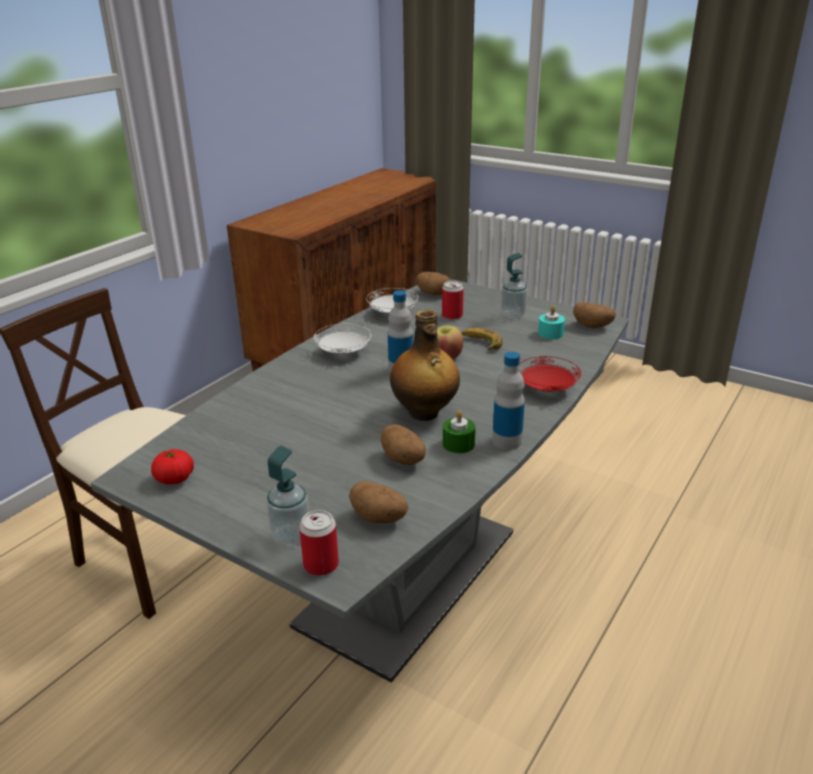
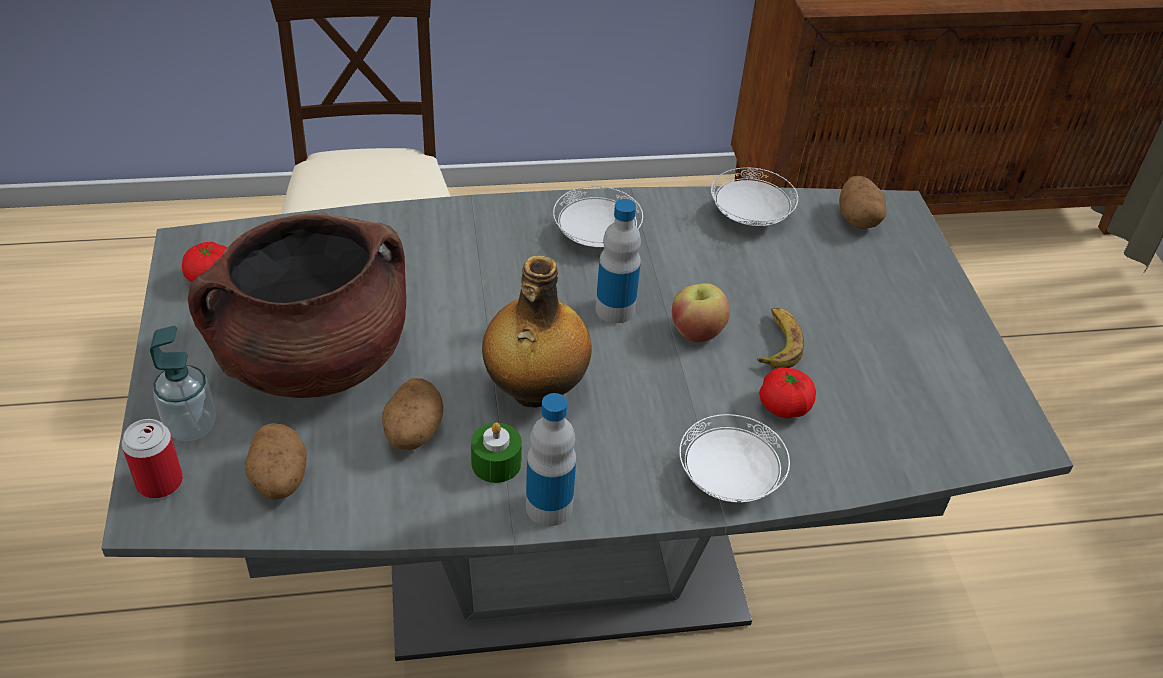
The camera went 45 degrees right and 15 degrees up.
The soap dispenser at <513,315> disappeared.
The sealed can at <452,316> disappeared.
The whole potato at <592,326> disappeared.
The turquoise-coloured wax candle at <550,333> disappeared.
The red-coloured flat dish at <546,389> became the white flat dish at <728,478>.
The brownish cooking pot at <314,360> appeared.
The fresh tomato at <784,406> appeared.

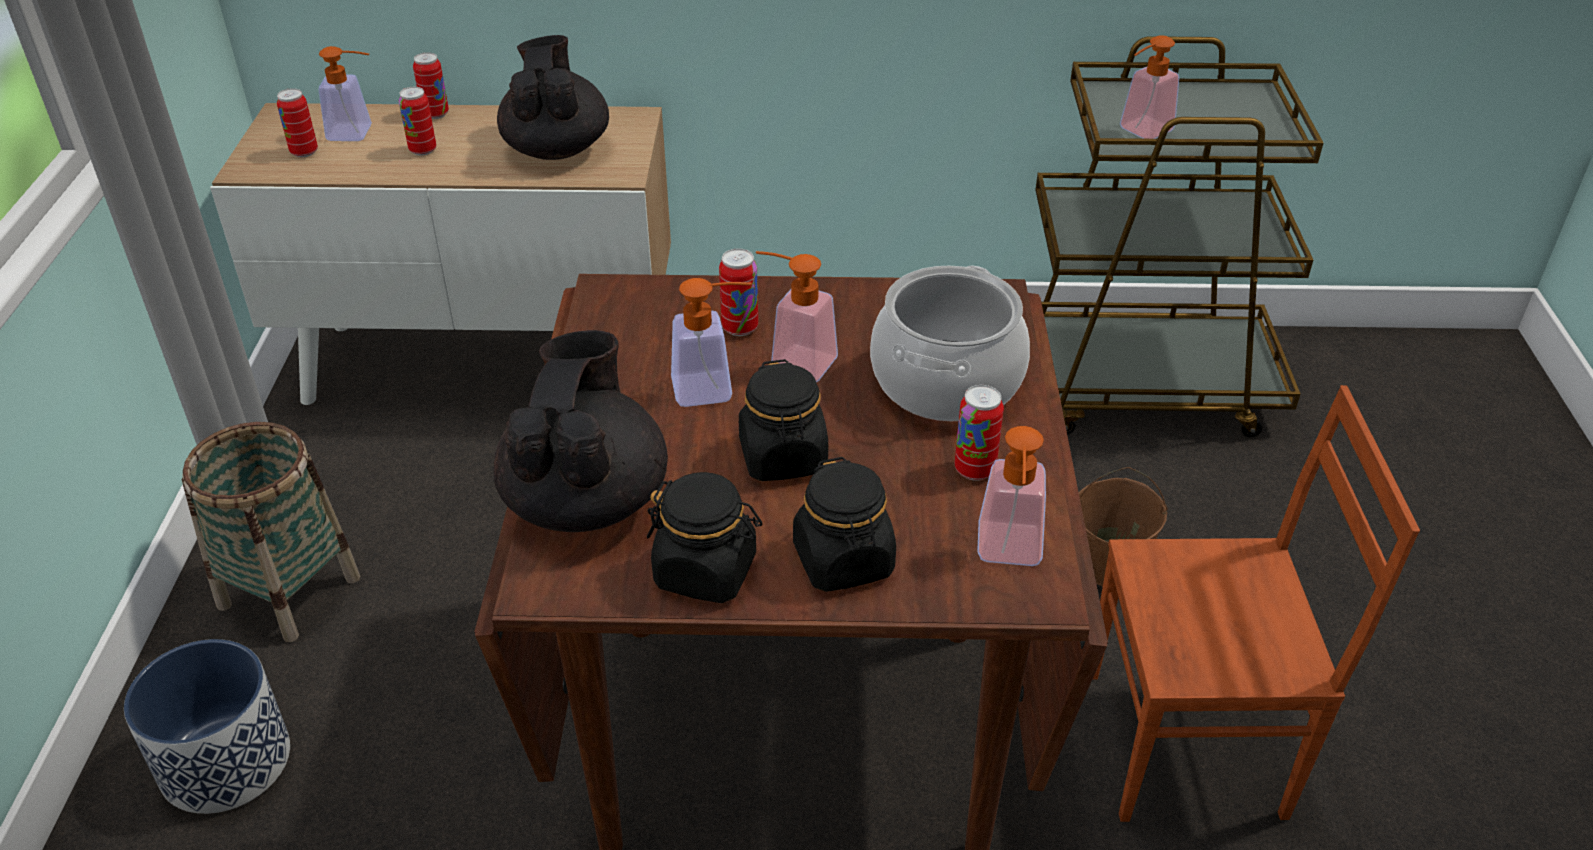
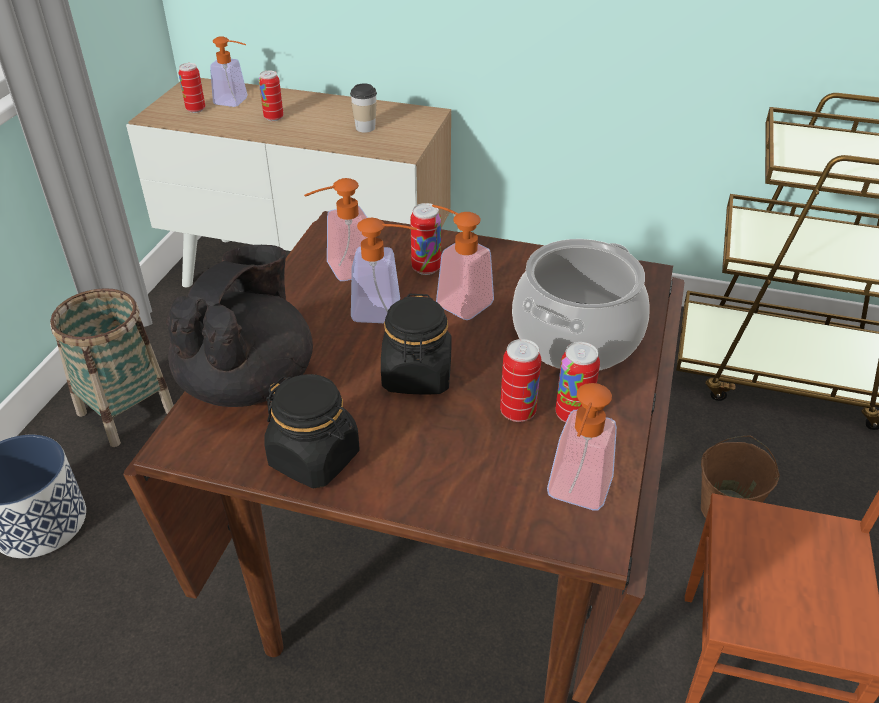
The camera went 15 degrees right and 0 degrees up.
The black tea pot at <557,148> was replaced by the cup at <365,128>.
The soap dispenser moved from <1140,132> to <343,270>.
The sealed can moved from <435,114> to <517,412>.
The black storage jar at <843,561> disappeared.

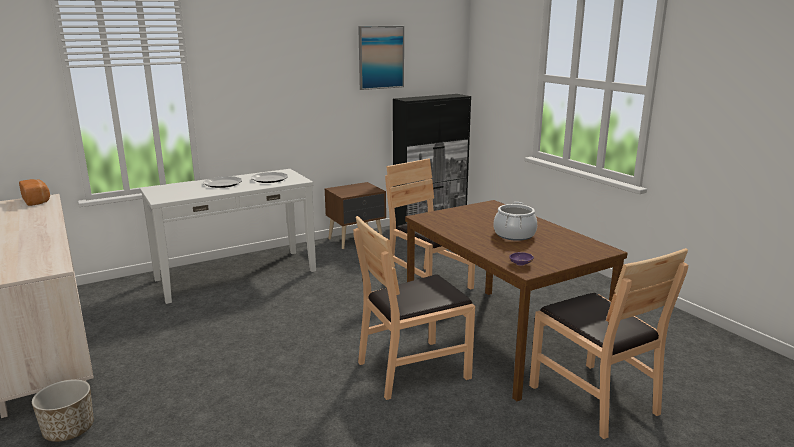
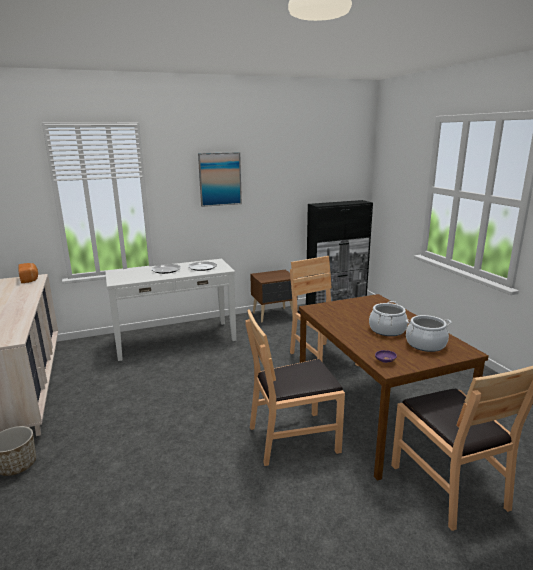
The camera went 10 degrees right and 0 degrees up.
The wall art moved from <381,57> to <220,179>.
The cooking pot at <425,344> appeared.

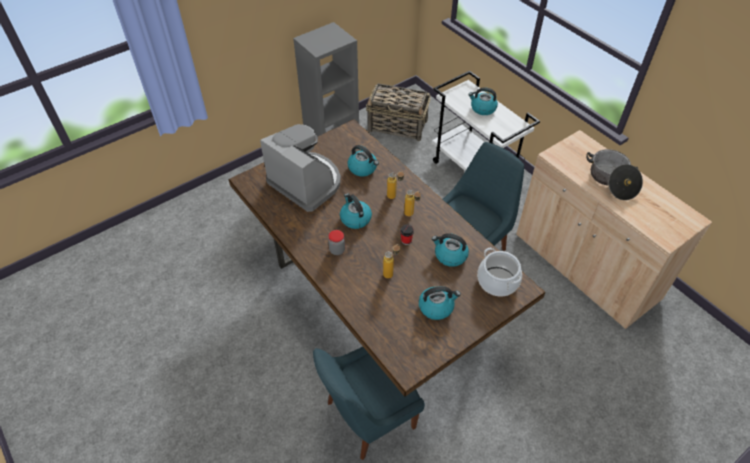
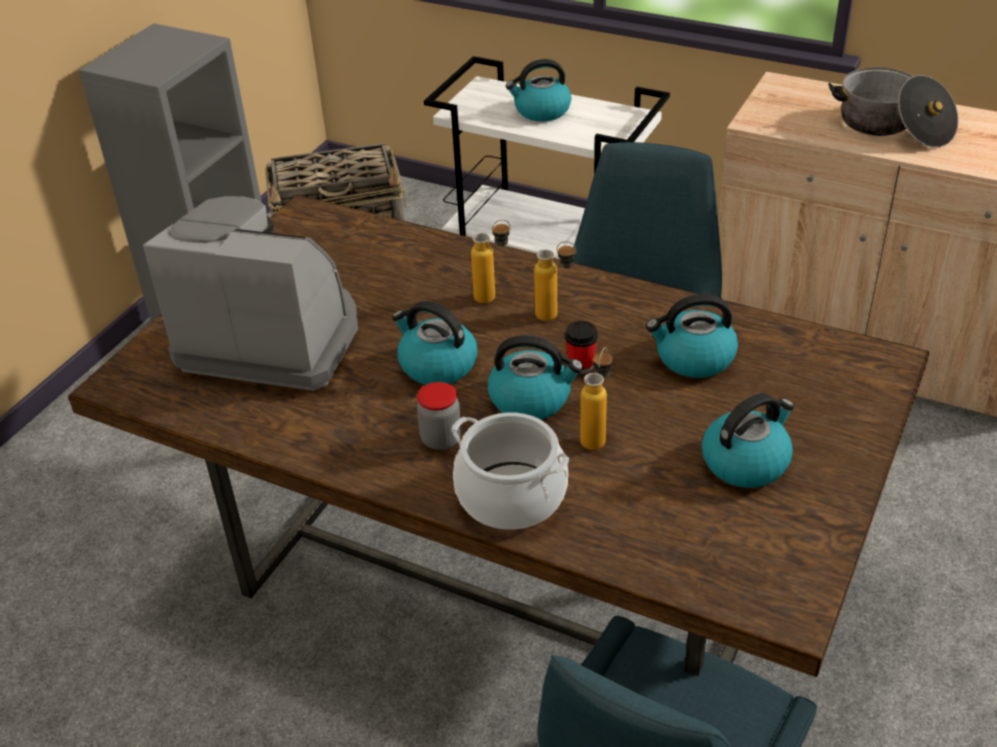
The camera went 25 degrees left and 10 degrees down.
The kettle moved from <363,168> to <531,399>.
The cooking pot moved from <497,281> to <511,496>.

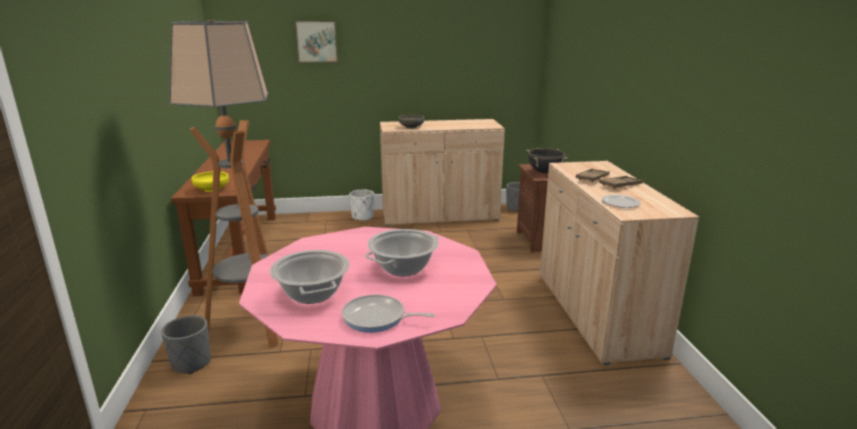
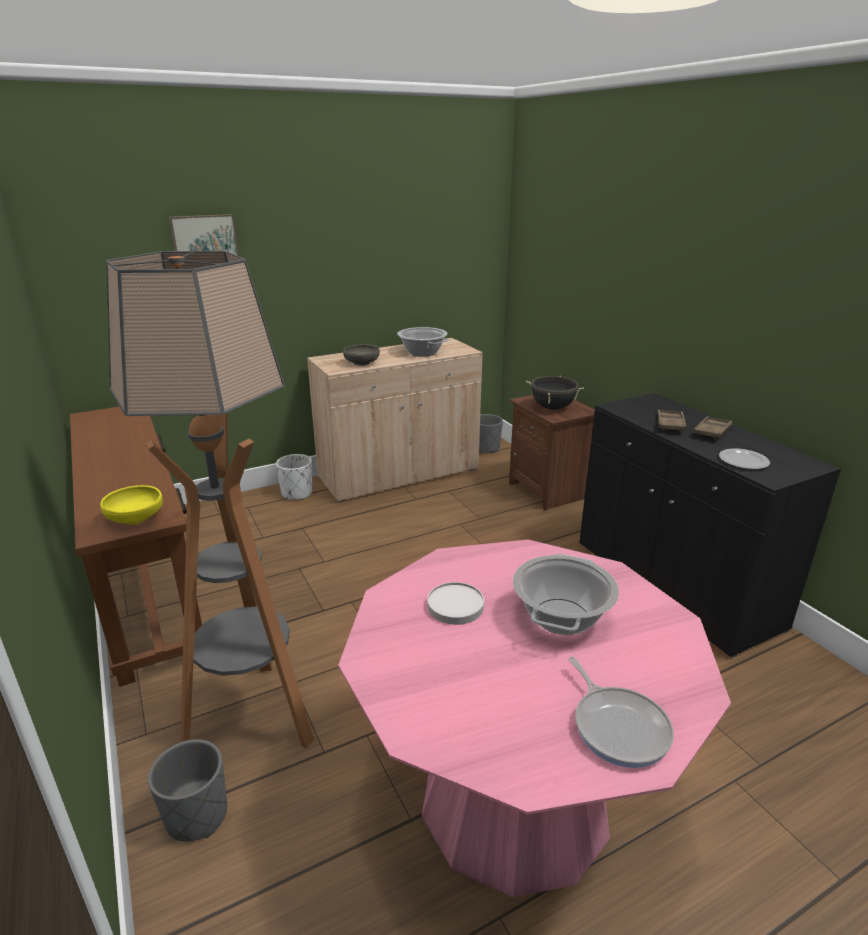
The camera went 20 degrees left and 5 degrees up.
The beige cabinet at <596,313> became the black cabinet at <673,584>.
The cooking pot moved from <313,293> to <422,352>.
The pan at <377,318> turned 105 degrees counterclockwise.
The white flat dish at <455,606> appeared.

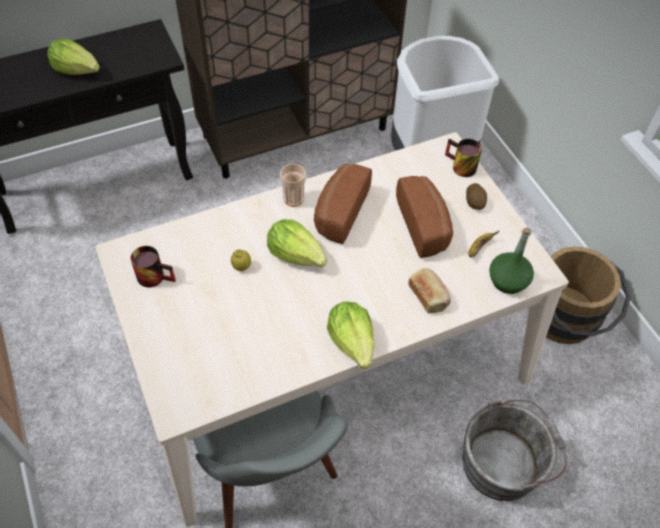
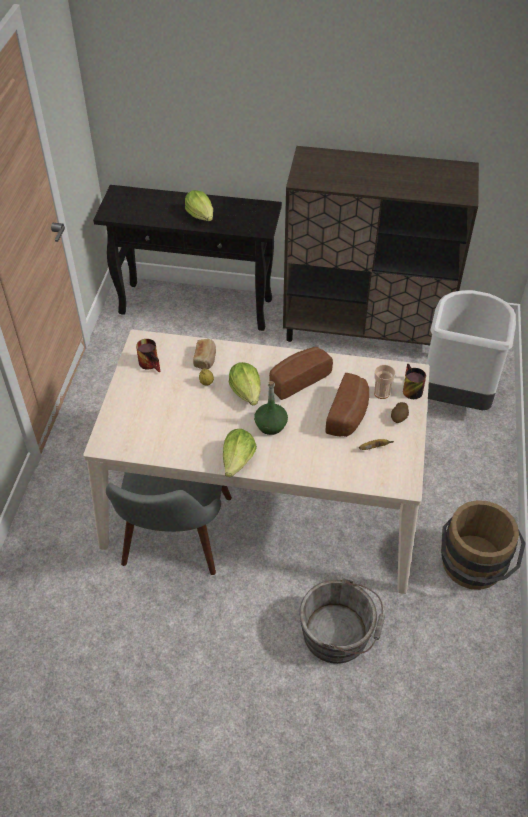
The camera went 35 degrees right and 5 degrees down.
The cup moved from <293,199> to <381,393>.
The green-coloured bottle moved from <507,280> to <270,425>.
The baked bread moved from <429,296> to <205,359>.

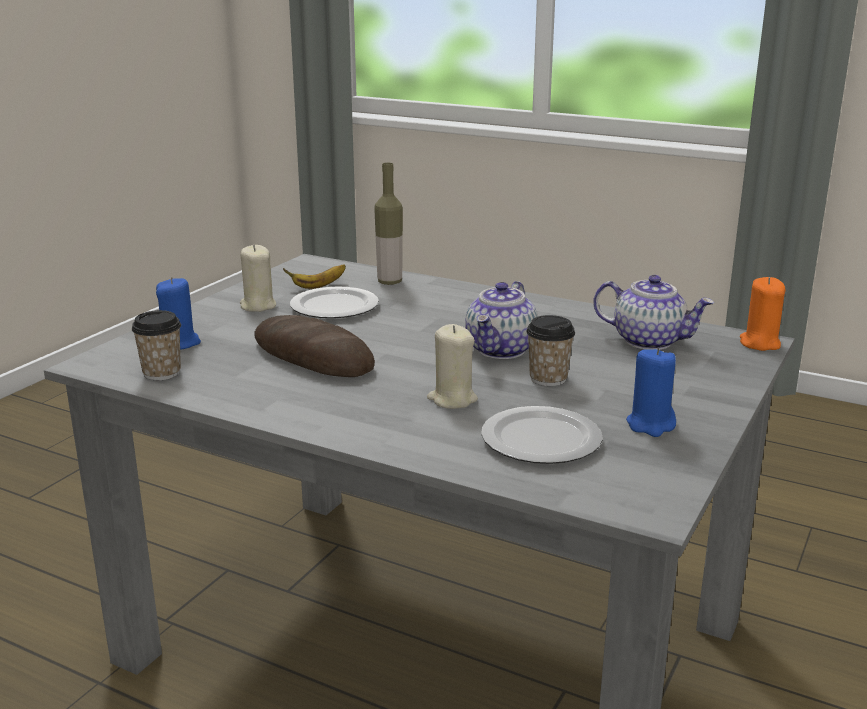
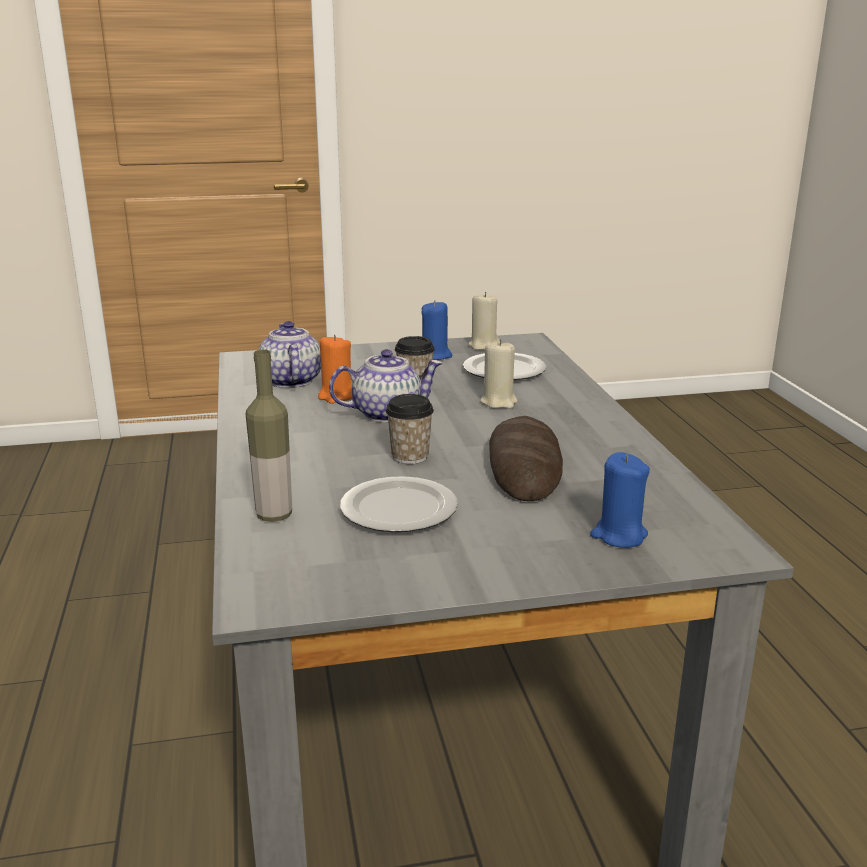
The camera went 130 degrees left and 0 degrees up.
The beige wax candle moved from <258,306> to <484,346>.
The banana at <318,286> disappeared.
The orange wax candle moved from <759,343> to <337,396>.
The cup moved from <162,373> to <410,456>.

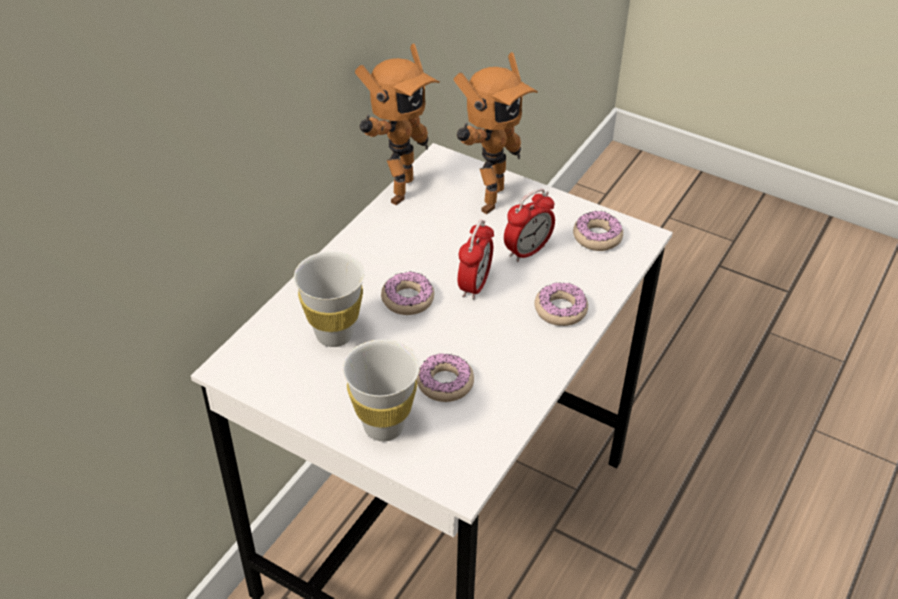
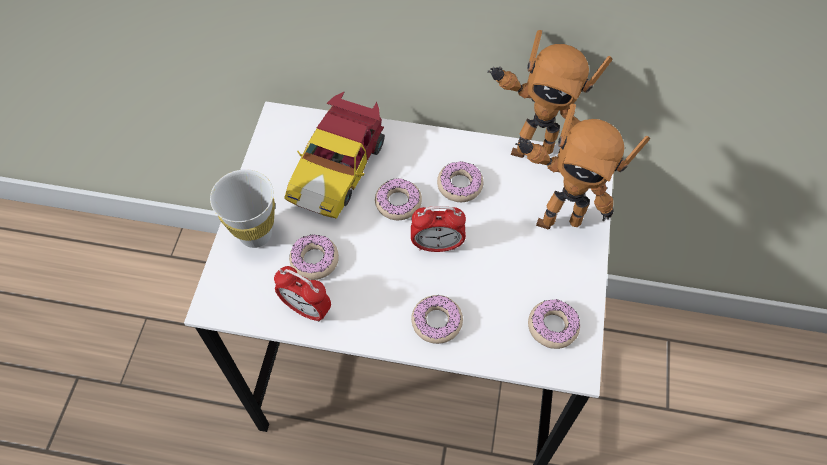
The camera went 70 degrees right and 15 degrees up.
The bedside clock moved from <527,251> to <306,309>.
The white cup at <334,334> was replaced by the model car at <338,168>.
The ring doughnut at <460,185> appeared.

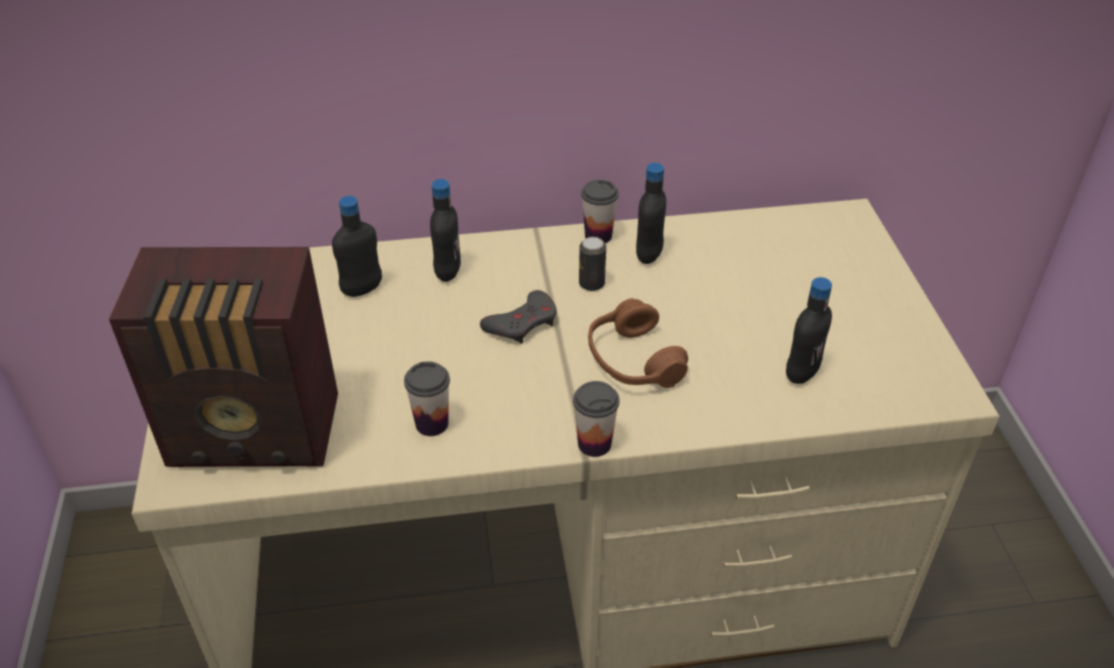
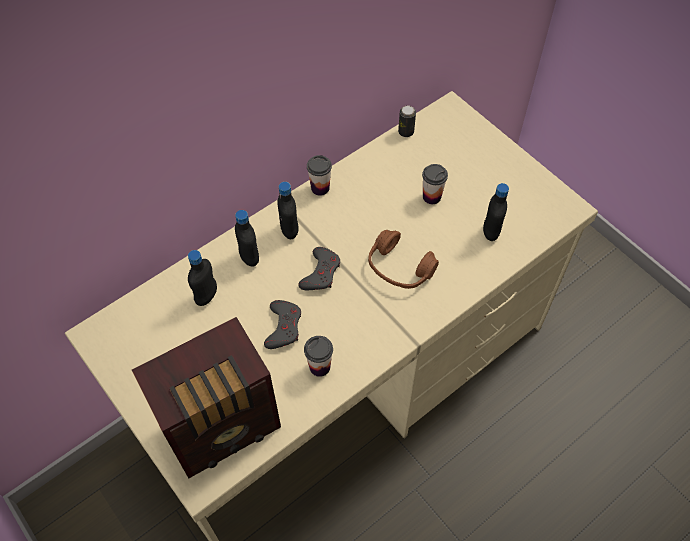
The camera went 30 degrees left and 15 degrees up.
The black bottle moved from <649,255> to <289,230>.
The sealed can moved from <591,284> to <406,132>.
The cup moved from <594,444> to <431,197>.
The grey game controller at <283,327> appeared.

